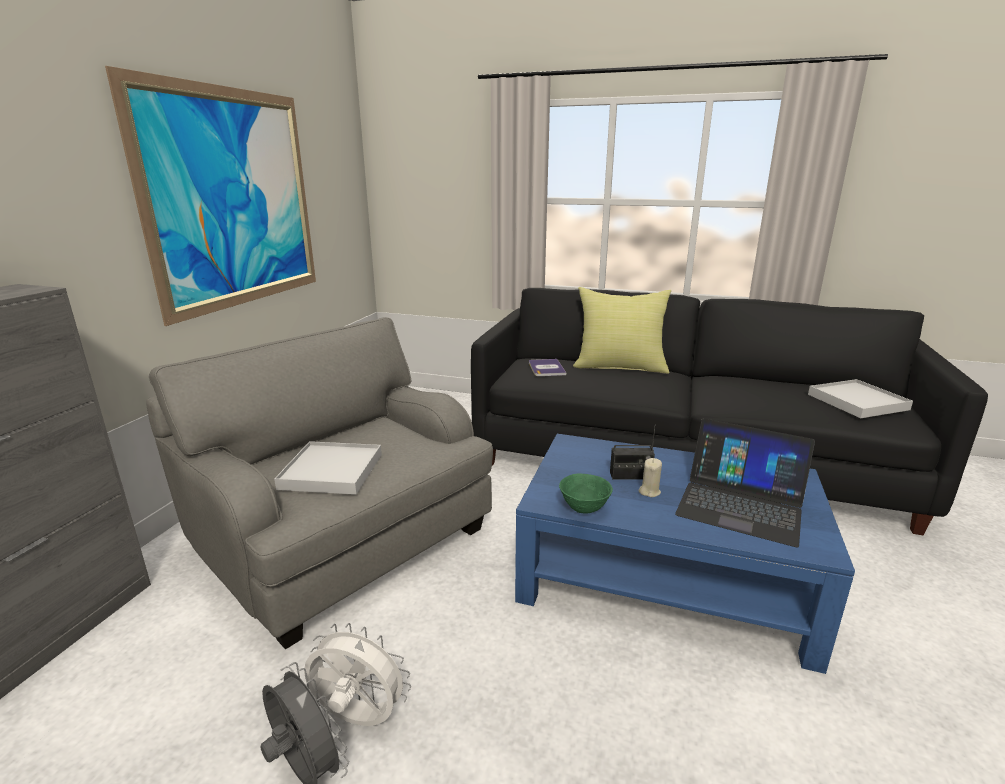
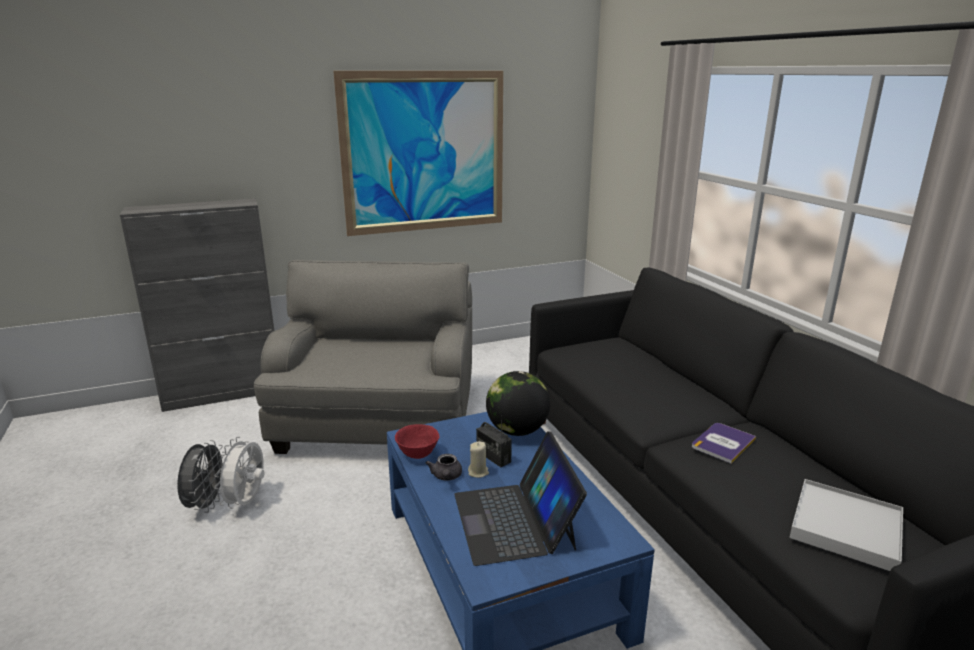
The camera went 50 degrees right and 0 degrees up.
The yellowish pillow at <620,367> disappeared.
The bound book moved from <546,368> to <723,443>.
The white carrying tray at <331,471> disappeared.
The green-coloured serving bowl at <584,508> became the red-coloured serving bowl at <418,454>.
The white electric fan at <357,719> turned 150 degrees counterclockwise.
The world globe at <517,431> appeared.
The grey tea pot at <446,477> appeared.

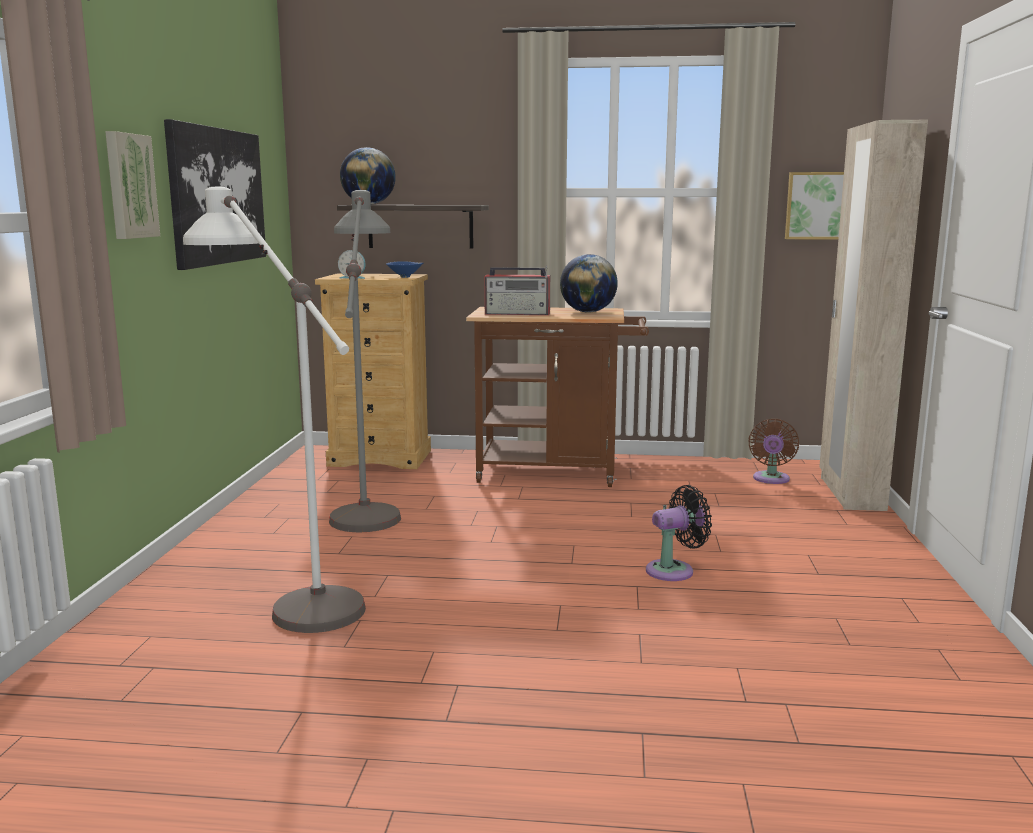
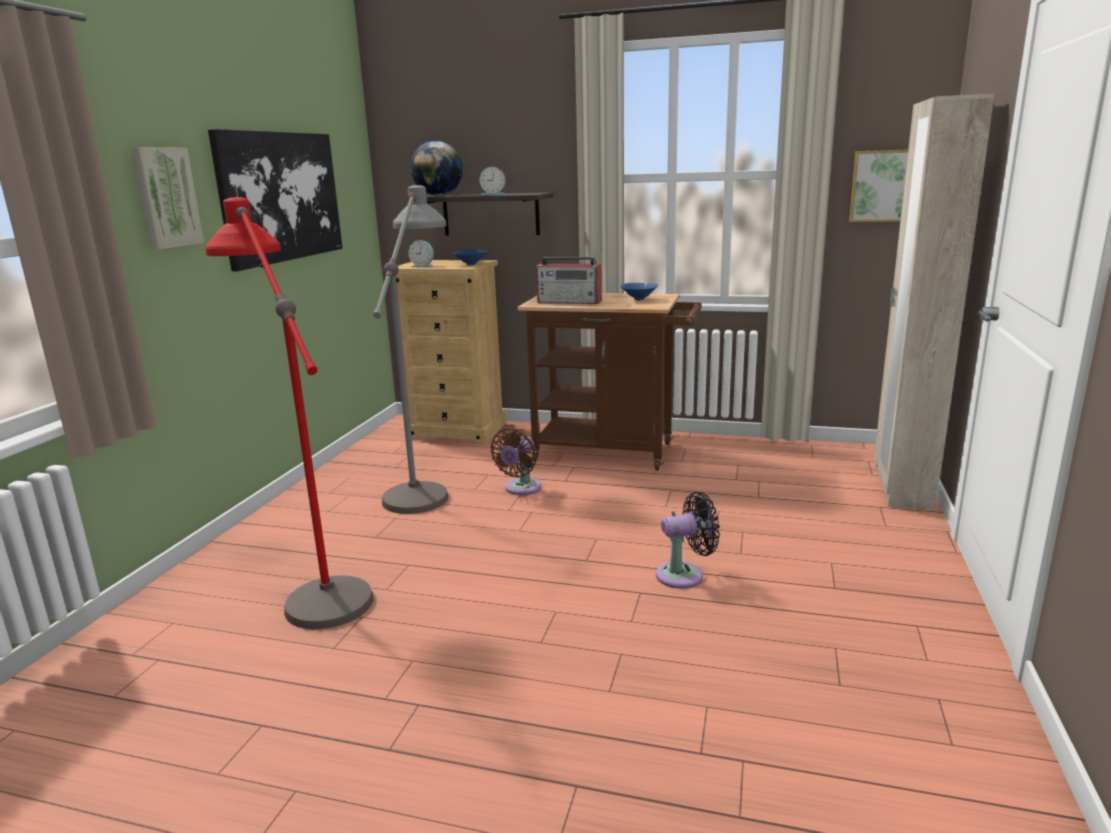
The camera went 10 degrees right and 5 degrees up.
The white floor lamp at <288,590> became the red-coloured floor lamp at <312,577>.
The world globe at <588,312> was replaced by the blue serving bowl at <639,299>.
The brownish electric fan moved from <771,479> to <520,489>.
The bedside clock at <493,194> appeared.

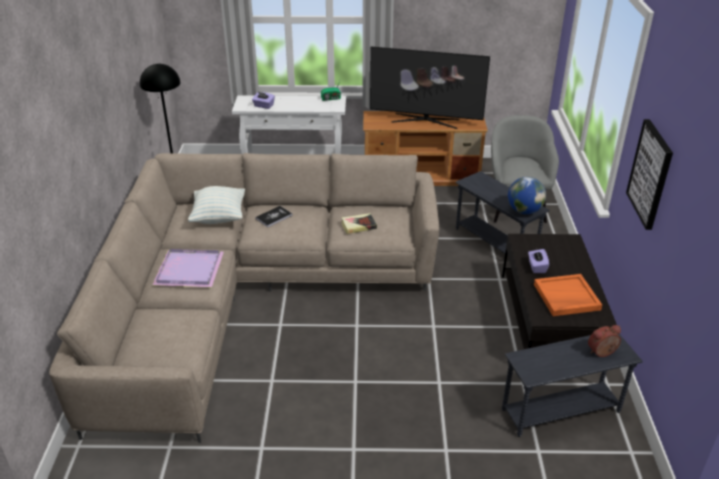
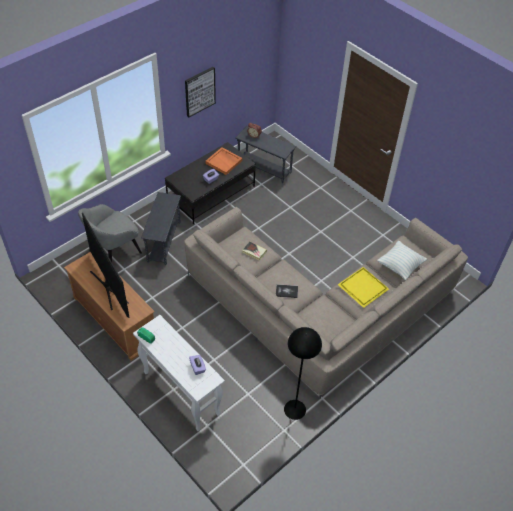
The camera went 135 degrees left and 15 degrees up.
The world globe at <524,211> disappeared.
The pillow moved from <219,217> to <400,266>.
The purple carrying tray at <188,269> became the yellowish carrying tray at <363,288>.

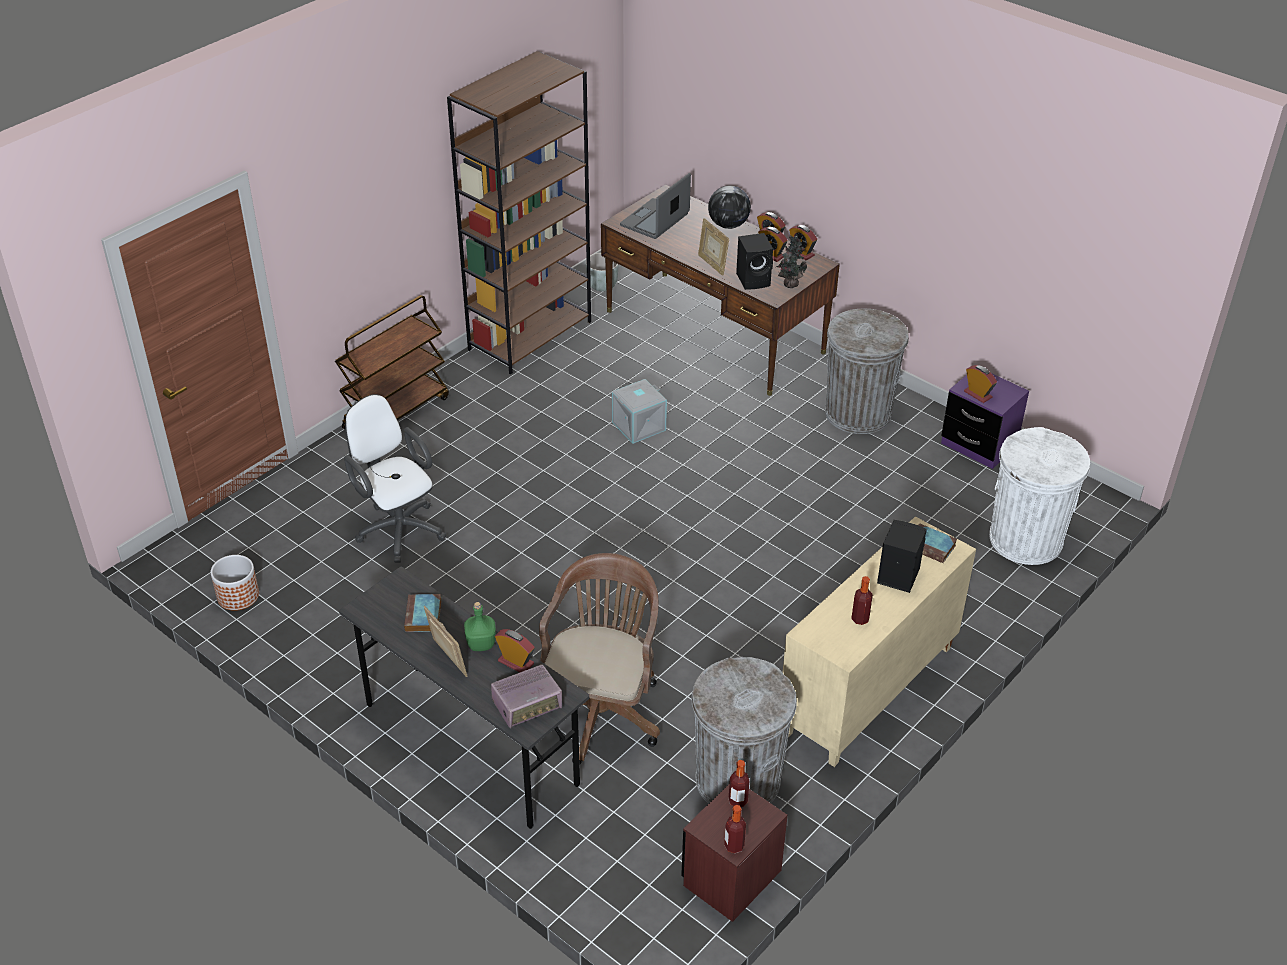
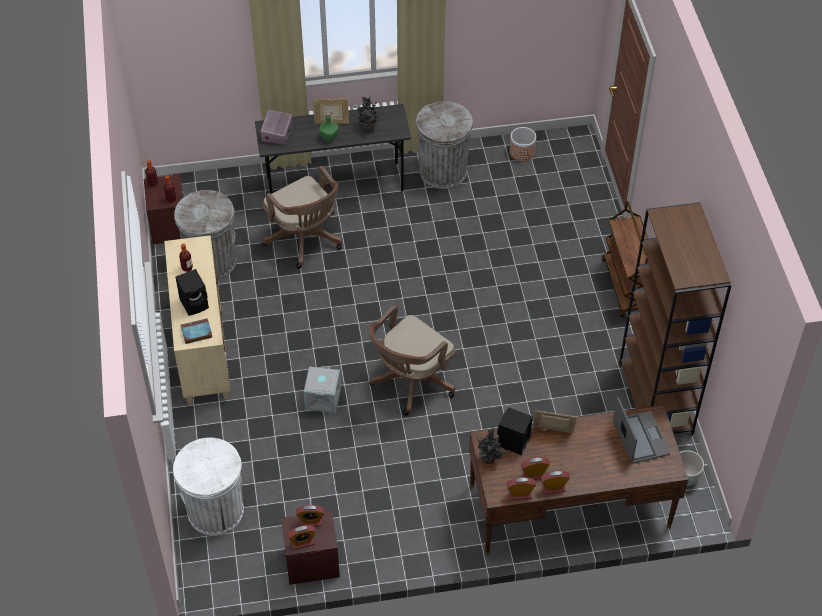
The camera went 130 degrees right and 10 degrees up.
The world globe at <728,225> disappeared.
The grey rubbish bin moved from <858,413> to <443,172>.
The purple nightstand at <978,445> became the brownish nightstand at <312,563>.
The grey storage bin moved from <639,427> to <322,398>.
The white office chair at <398,528> disappeared.
The bound book at <423,617> was replaced by the potted plant at <367,128>.
The bedside clock moved from <516,662> to <302,542>.
The brownish office chair at <410,383> appeared.

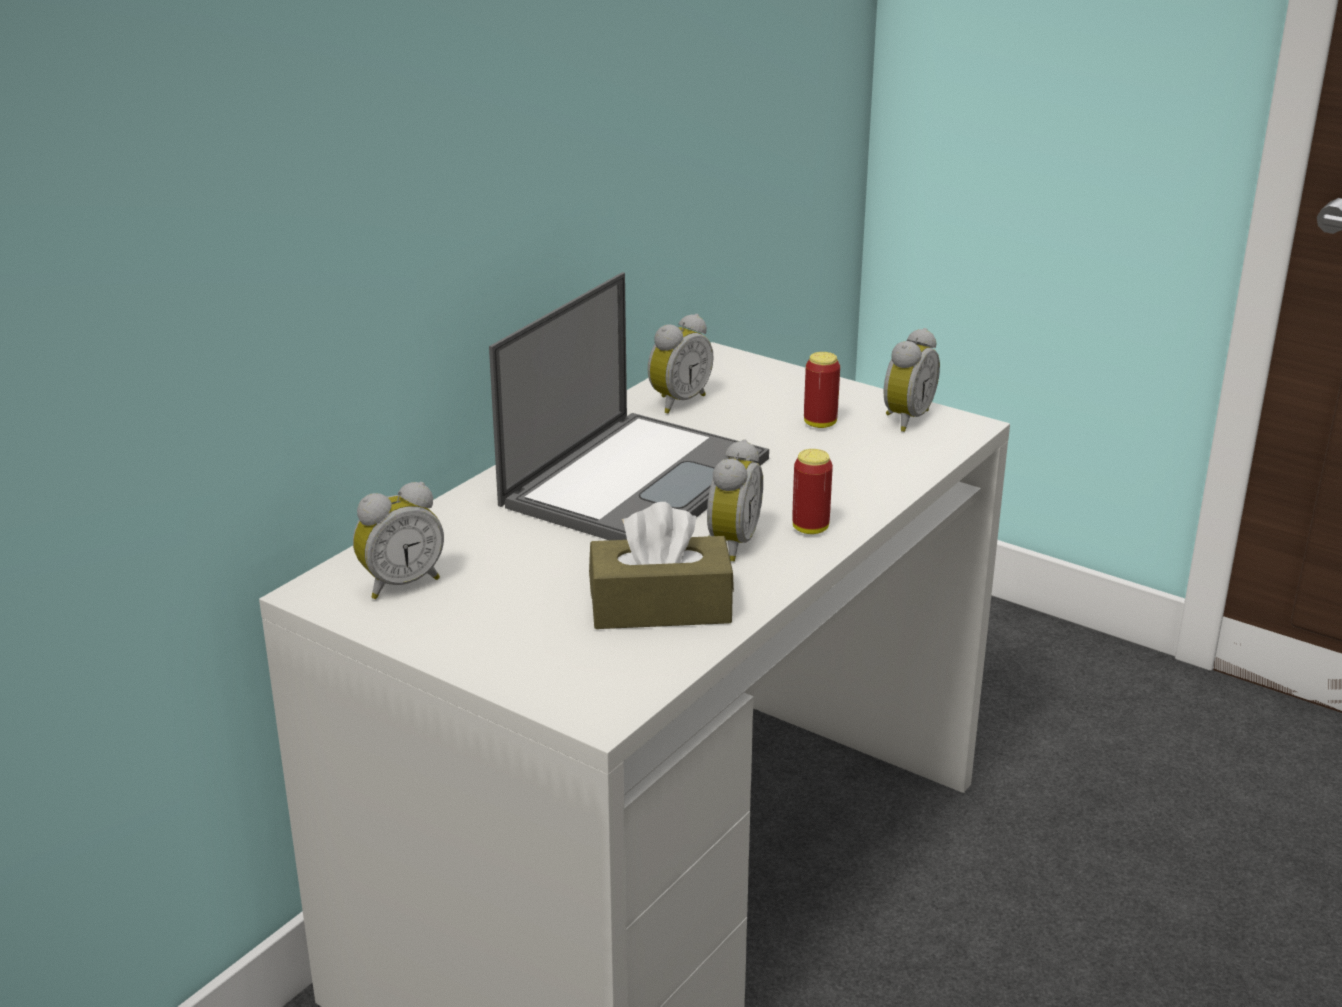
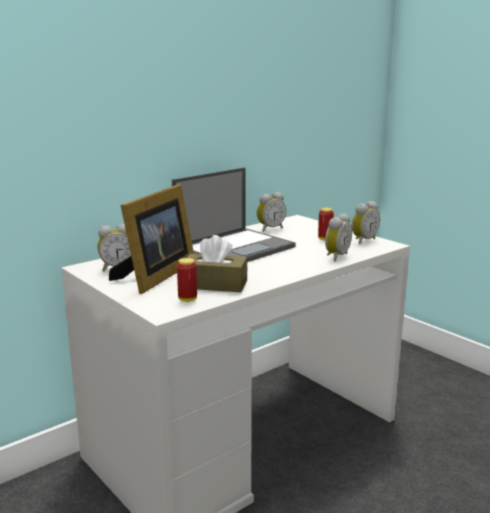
The camera went 15 degrees right and 10 degrees down.
The bedside clock moved from <729,544> to <335,256>.
The sealed can moved from <810,528> to <187,299>.
The standing frame at <156,276> appeared.

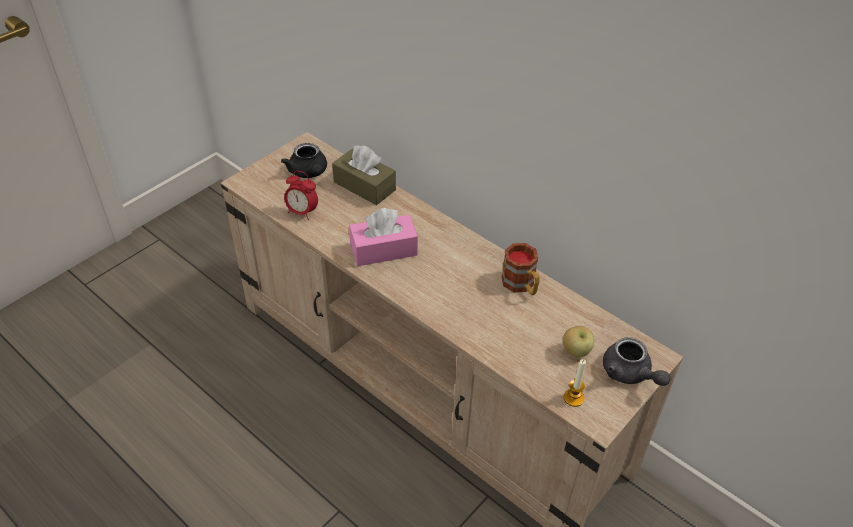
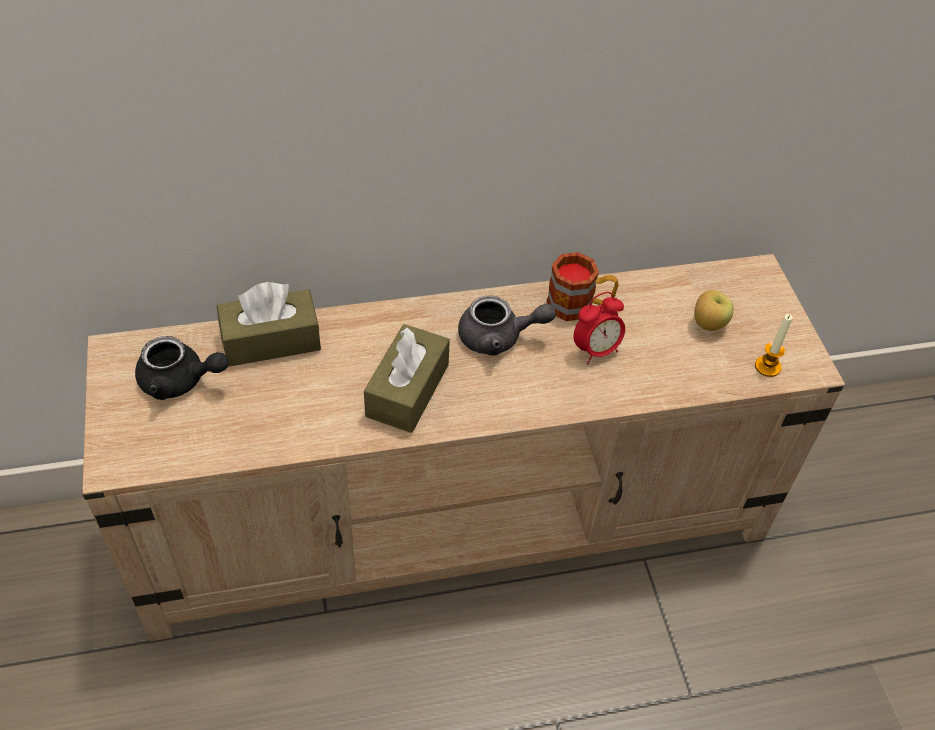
The camera went 55 degrees left and 5 degrees up.
The bedside clock moved from <302,212> to <596,350>.
The pink tissue holder at <383,250> became the brownish tissue holder at <407,390>.
The grey tea pot moved from <630,374> to <499,338>.

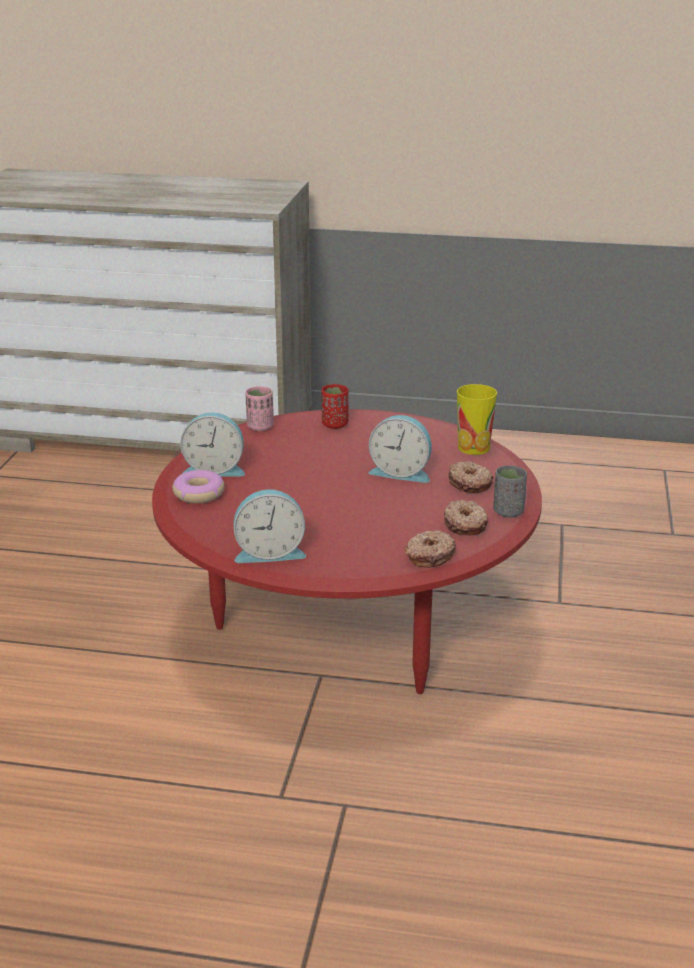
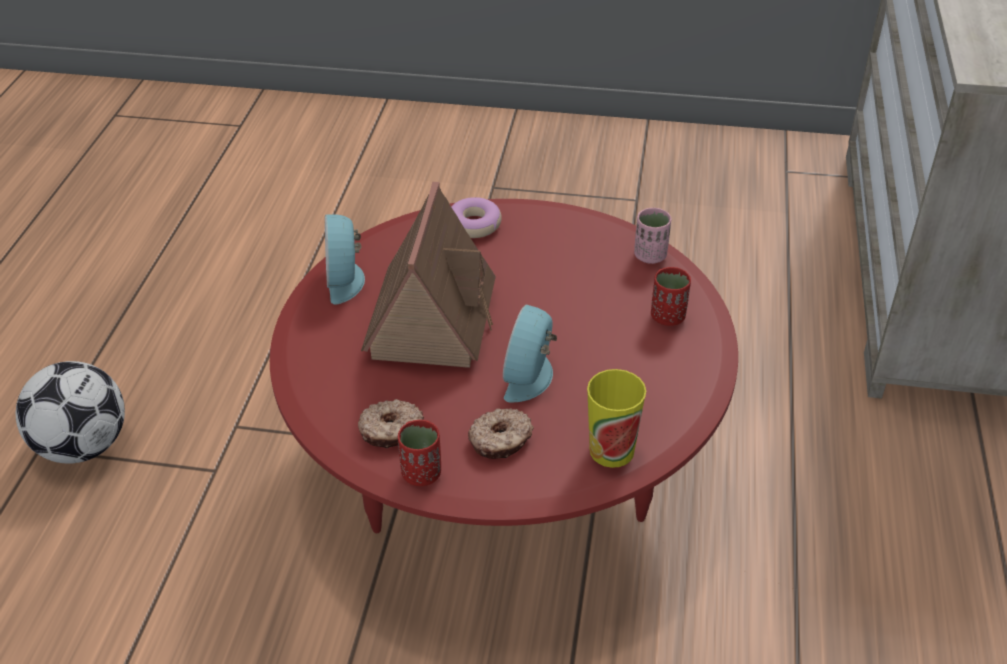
The camera went 90 degrees right and 15 degrees up.
The bedside clock at <215,469> disappeared.
The grey cup at <508,512> became the red-coloured cup at <421,473>.
The ring doughnut at <429,556> disappeared.
The model house at <432,317> appeared.
The football ball at <84,446> appeared.

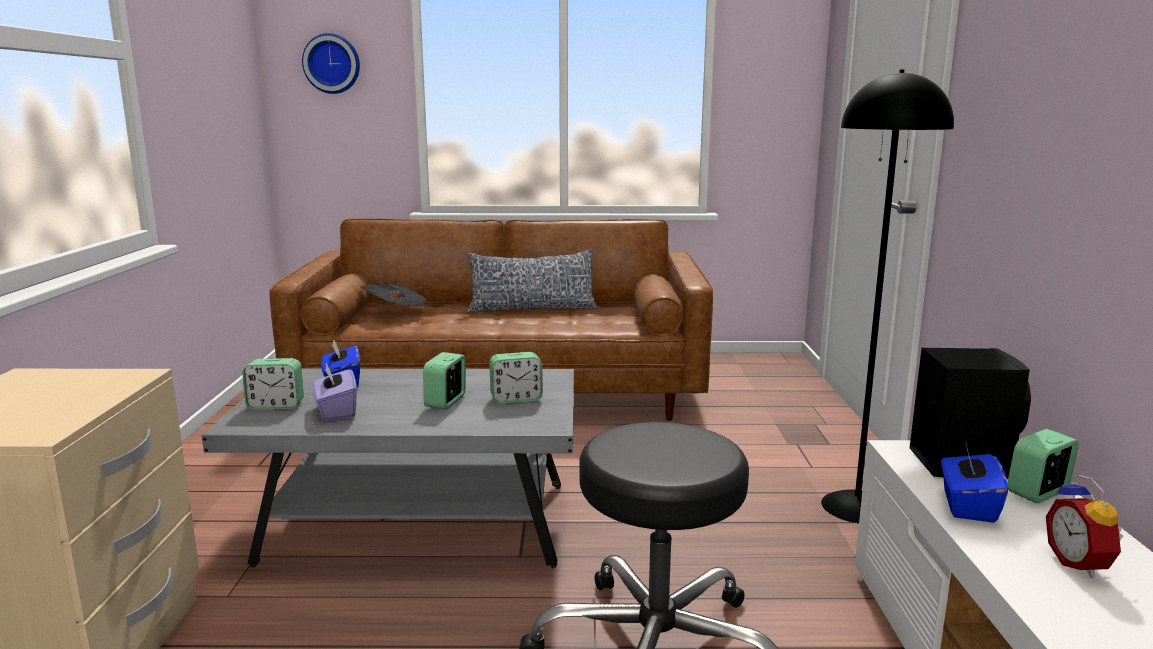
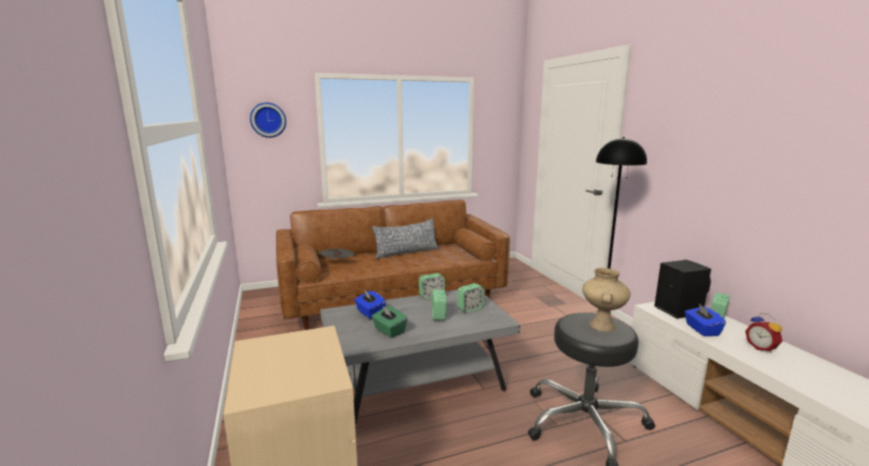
The camera went 20 degrees left and 0 degrees up.
The bedside clock moved from <276,406> to <432,296>.
The purple tissue holder at <336,411> became the green-coloured tissue holder at <389,331>.
The beige vase at <601,325> appeared.

